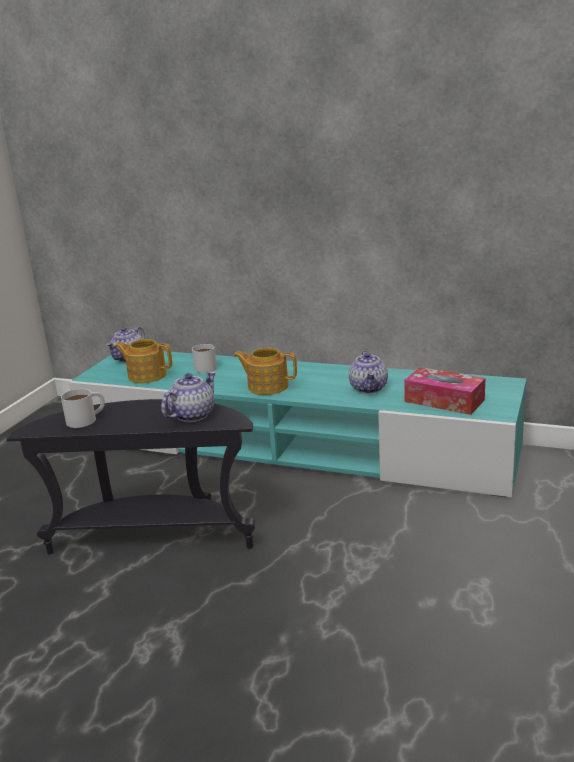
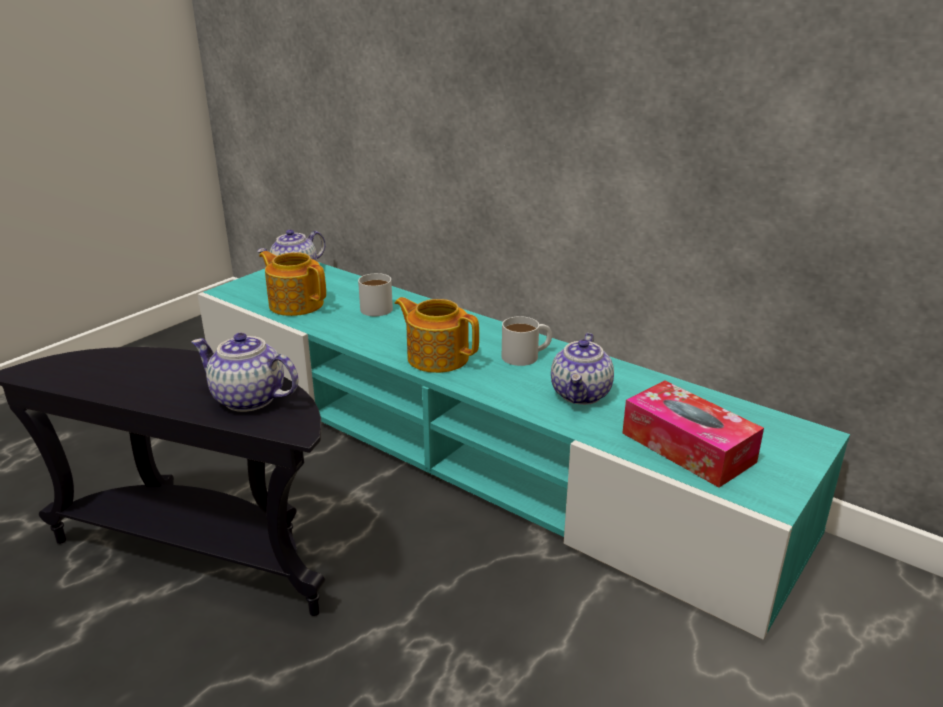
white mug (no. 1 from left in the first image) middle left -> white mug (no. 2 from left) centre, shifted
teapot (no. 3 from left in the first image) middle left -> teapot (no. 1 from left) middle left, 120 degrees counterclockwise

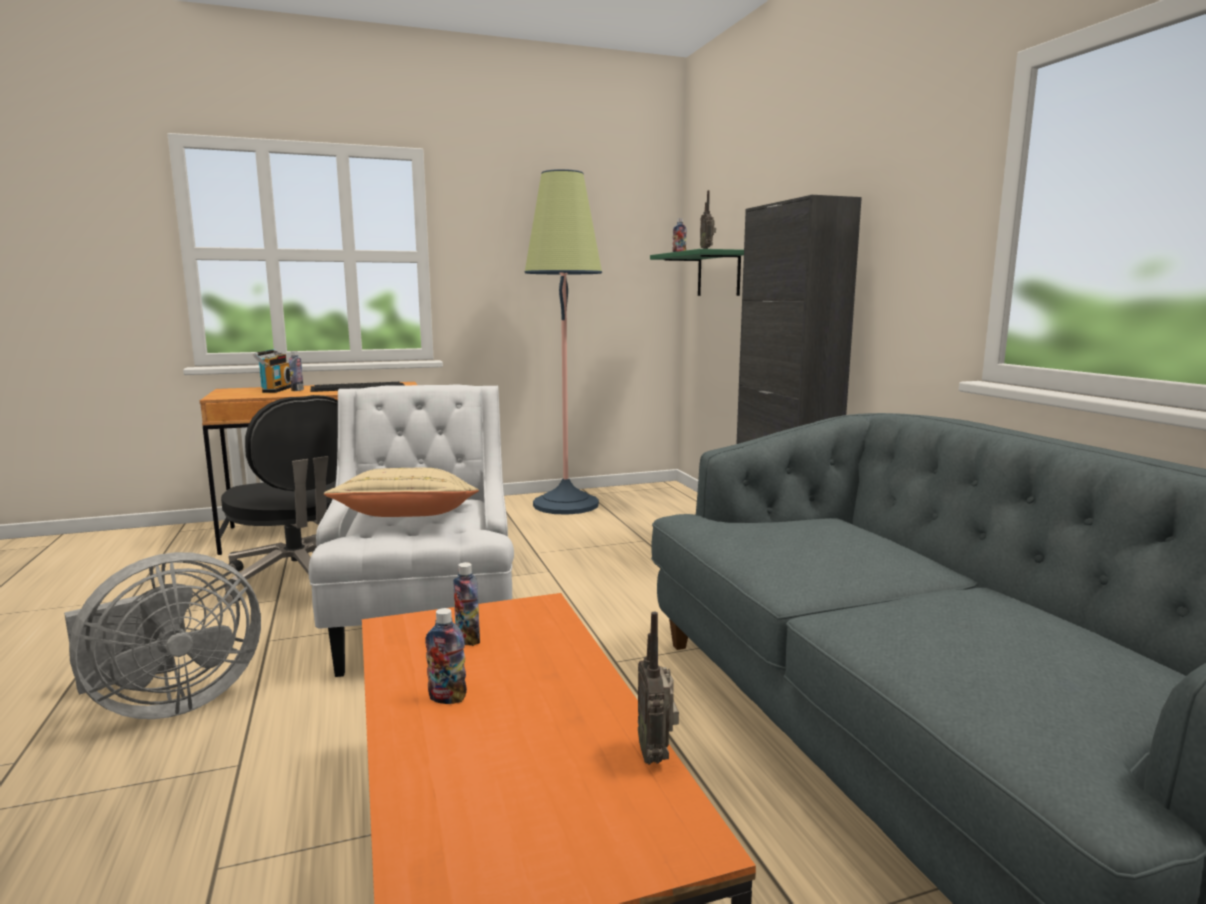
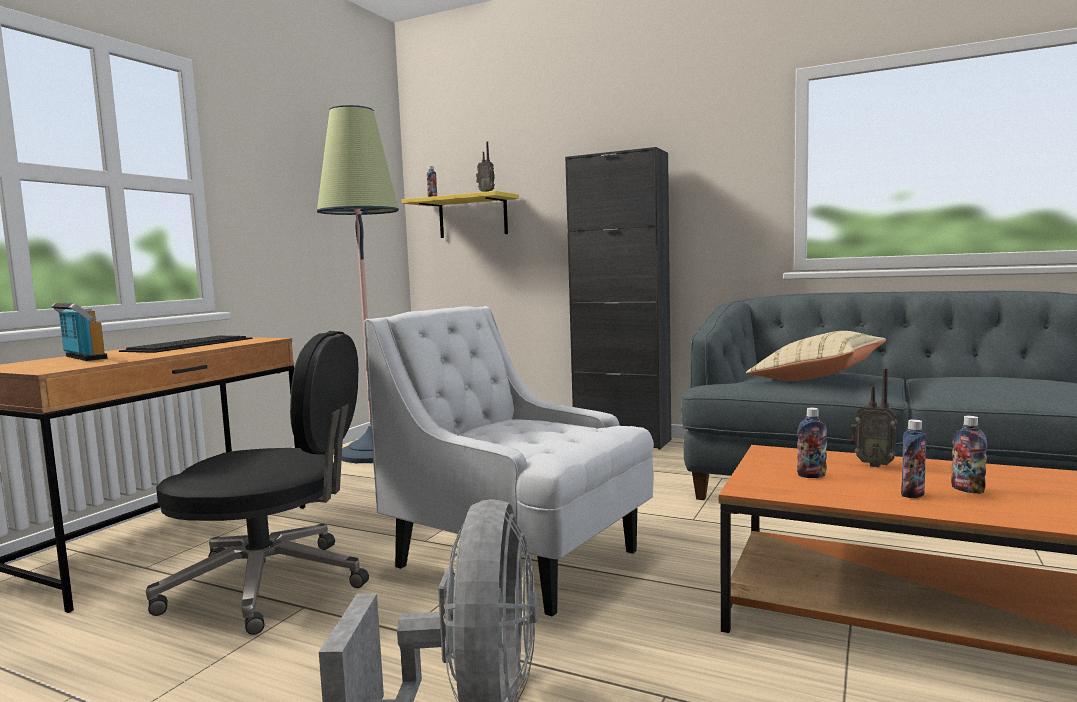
bottle (no. 1 from left in the first image) middle left -> bottle (no. 4 from left) middle right, shifted
beige pillow middle left -> beige pillow middle right, shifted
radio (no. 2 from left in the first image) bottom centre -> radio (no. 3 from left) middle right, shifted
green shelf top centre -> yellow shelf top centre

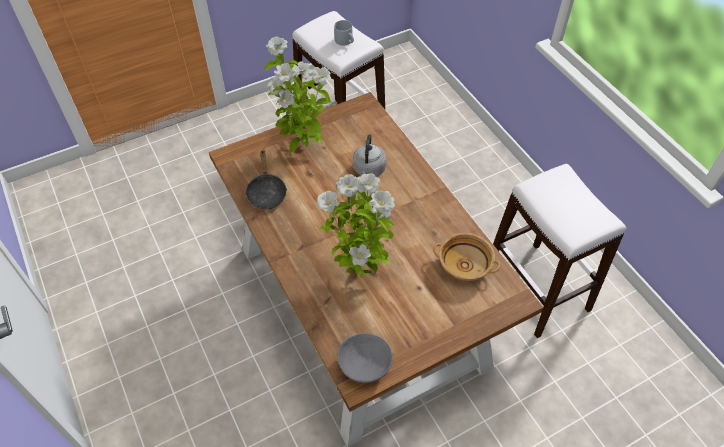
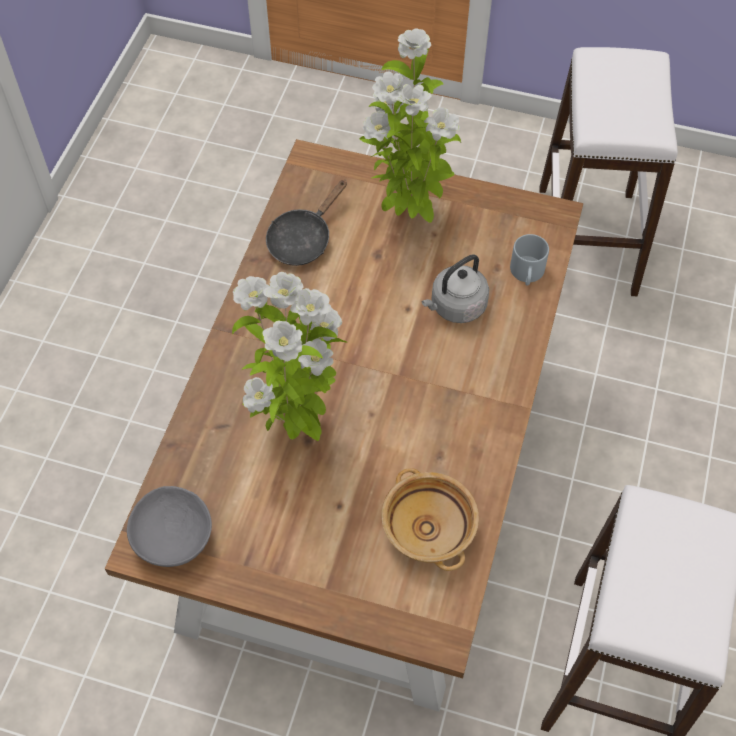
grey mug top centre -> grey mug middle right, shifted

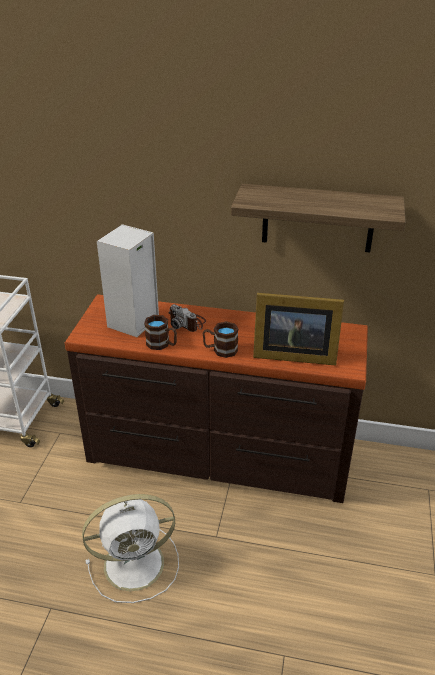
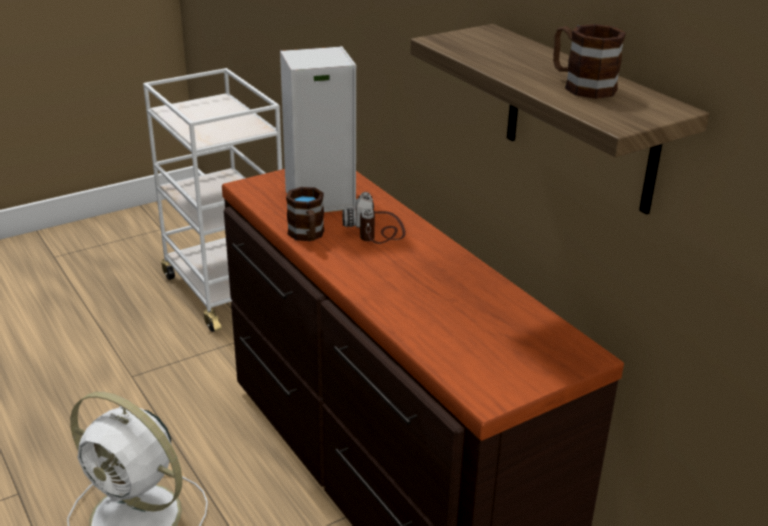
picture frame middle right -> none
brown mug (no. 2 from left) centre -> brown mug (no. 2 from left) top right, shifted

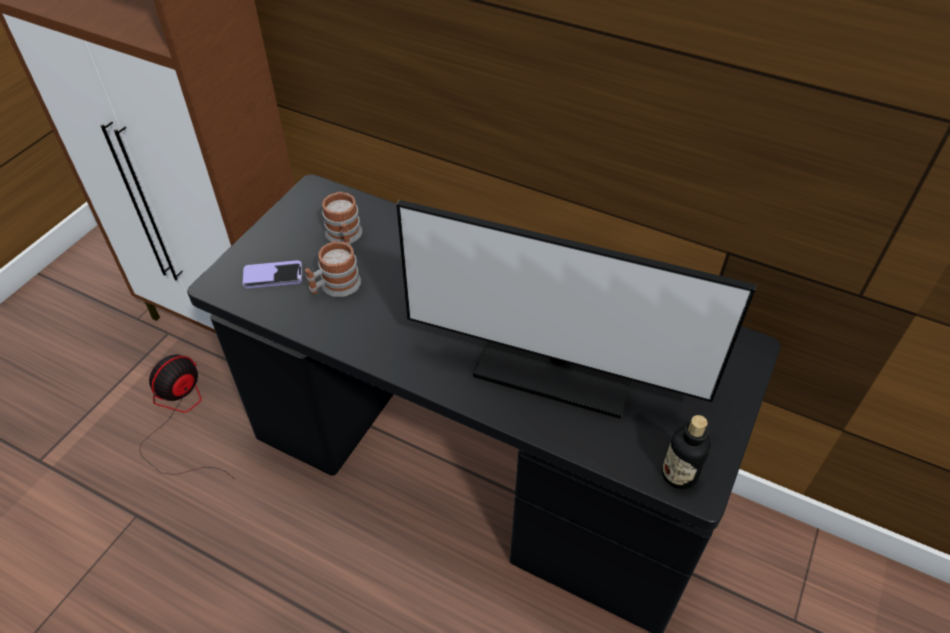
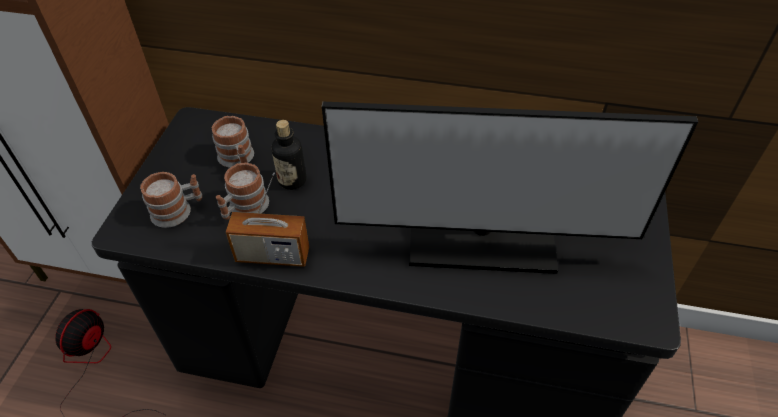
none -> radio centre
bottle bottom right -> bottle centre, shifted
phone middle left -> mug (no. 1 from left) middle left

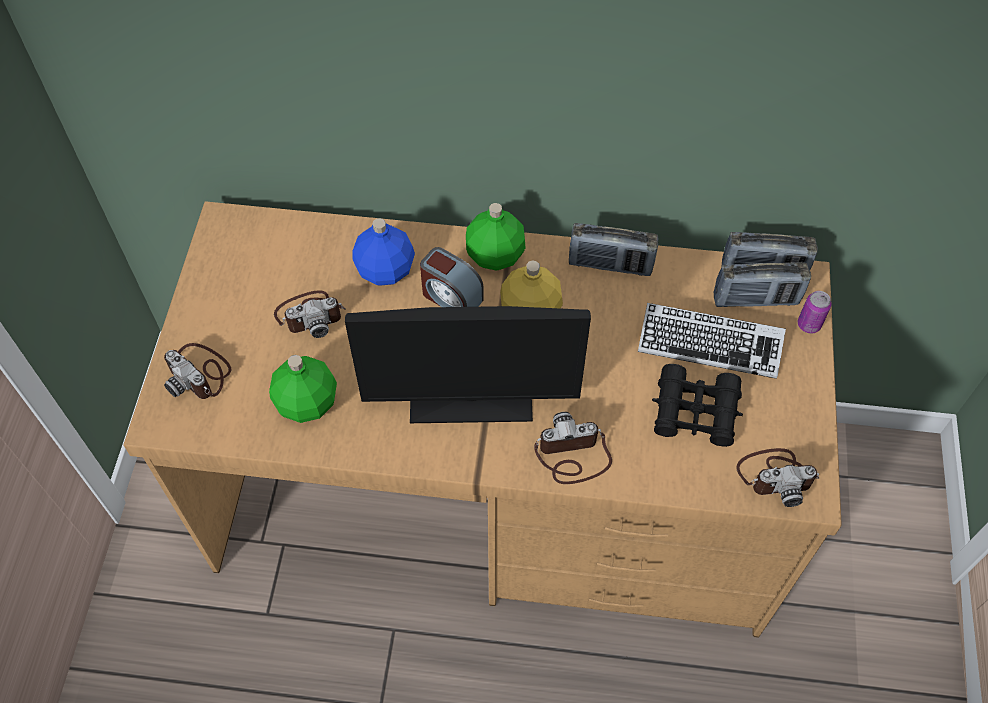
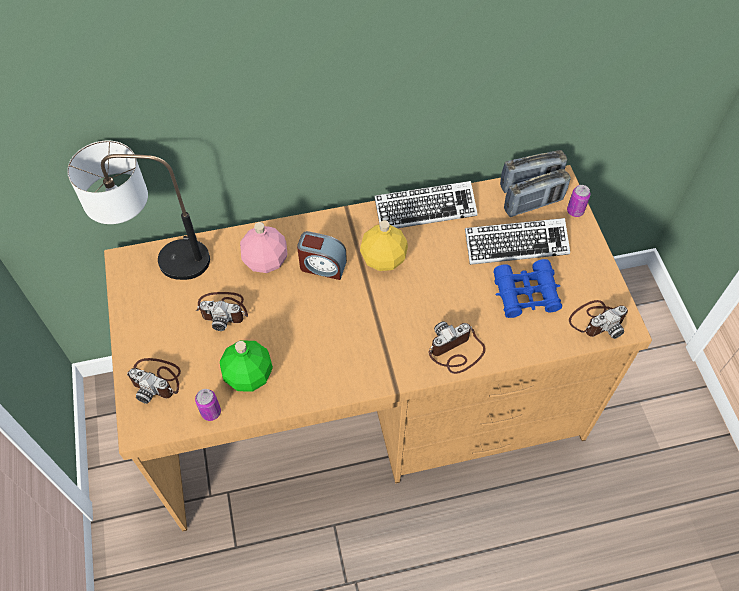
monitor centre -> none
green bottle (no. 2 from left) centre -> none
none -> table lamp middle left
none -> can (no. 1 from left) bottom left
radio (no. 1 from left) centre -> keyboard (no. 1 from left) centre
blue bottle centre -> pink bottle centre
black binoculars middle right -> blue binoculars middle right
photo camera (no. 2 from left) middle left, 45 degrees clockwise

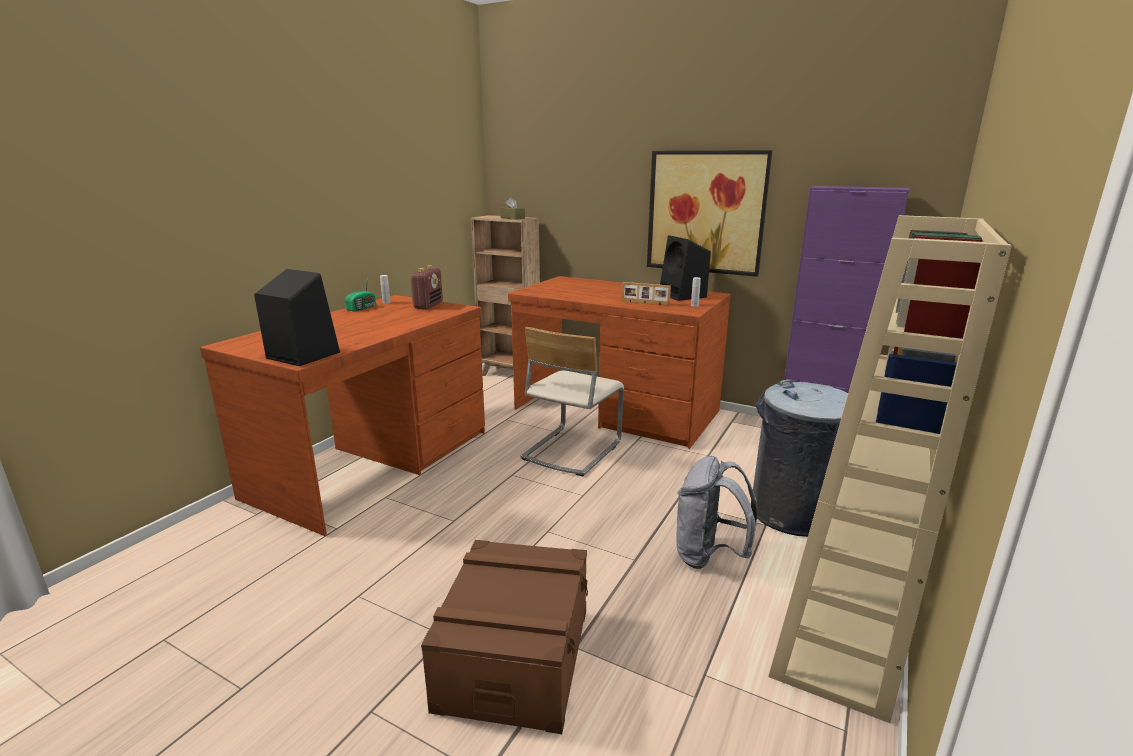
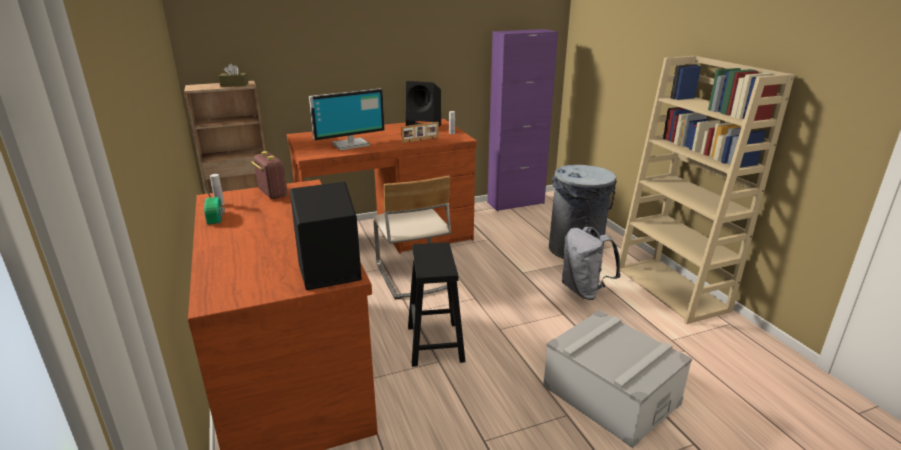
picture top centre -> none
none -> monitor top centre
none -> black stool bottom centre
brown storage box bottom centre -> grey storage box bottom right

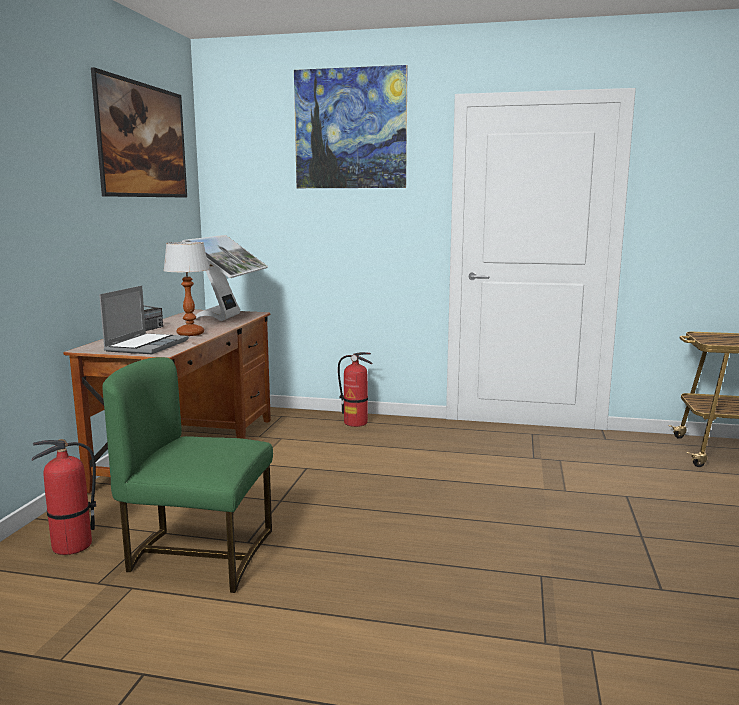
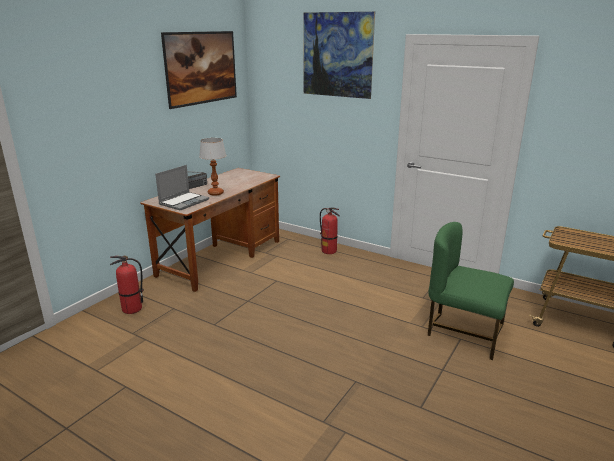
monitor middle left -> none
green chair bottom left -> green chair middle right, shifted

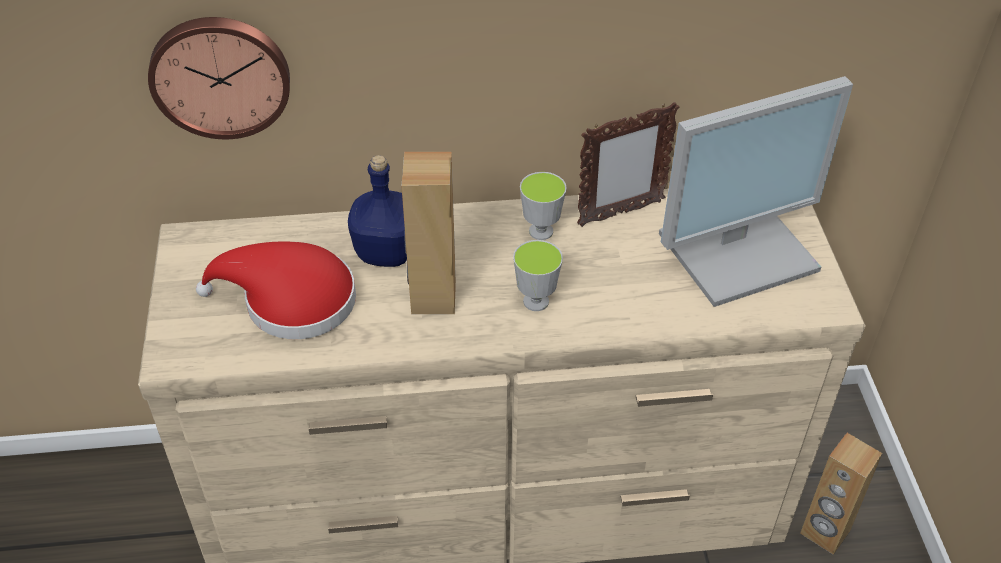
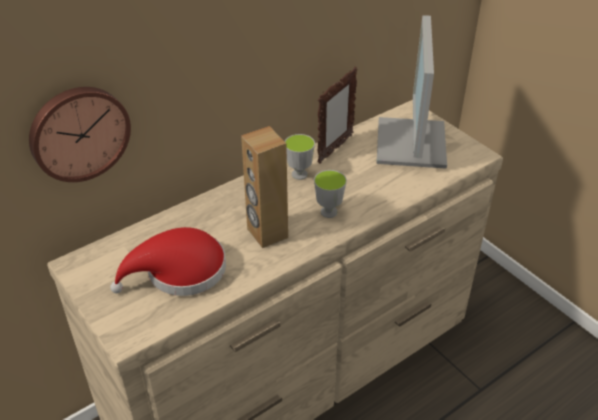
blue bottle centre -> none
brown speaker (no. 2 from left) bottom right -> none
monitor middle right -> monitor top right, 150 degrees clockwise

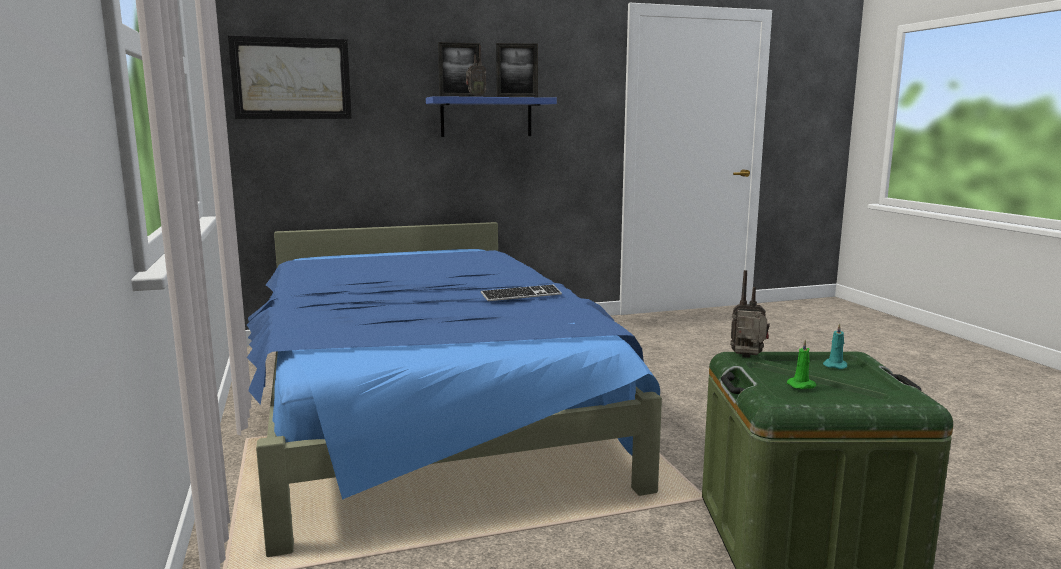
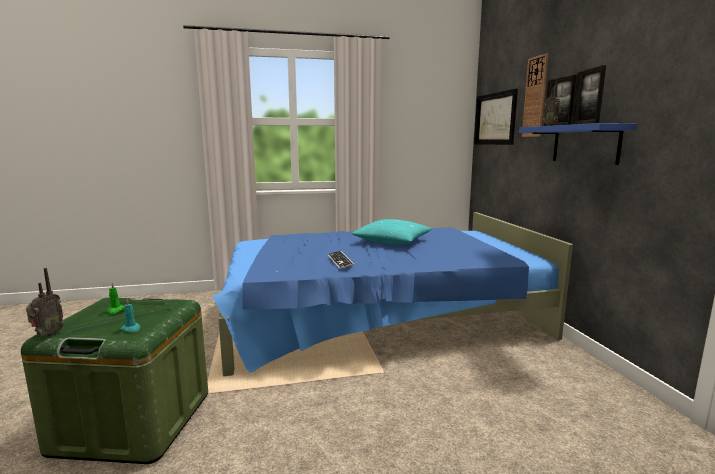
none -> turquoise pillow centre
none -> wall clock top right
radio (no. 2 from left in the first image) middle right -> radio (no. 1 from left) middle left, shifted

